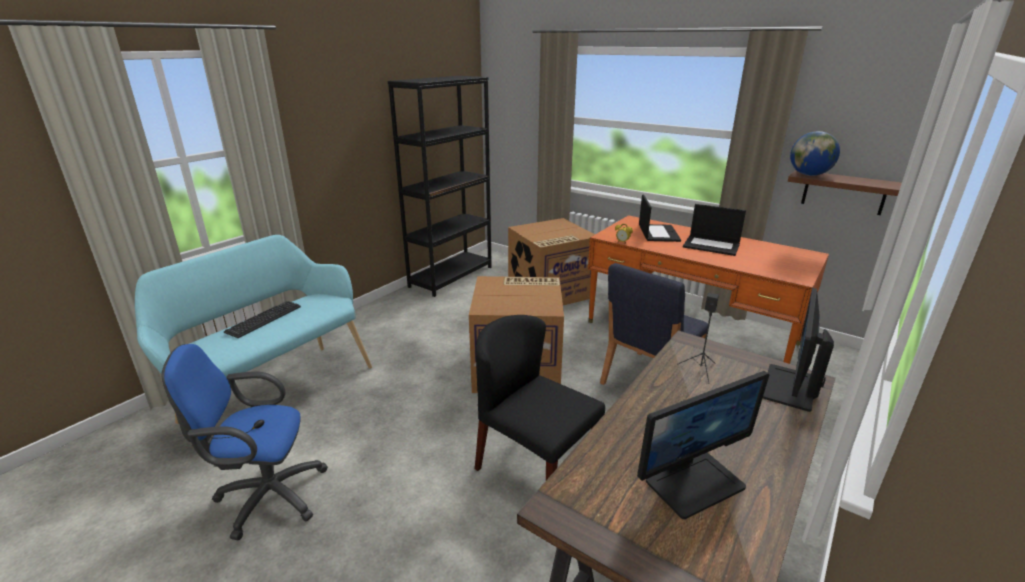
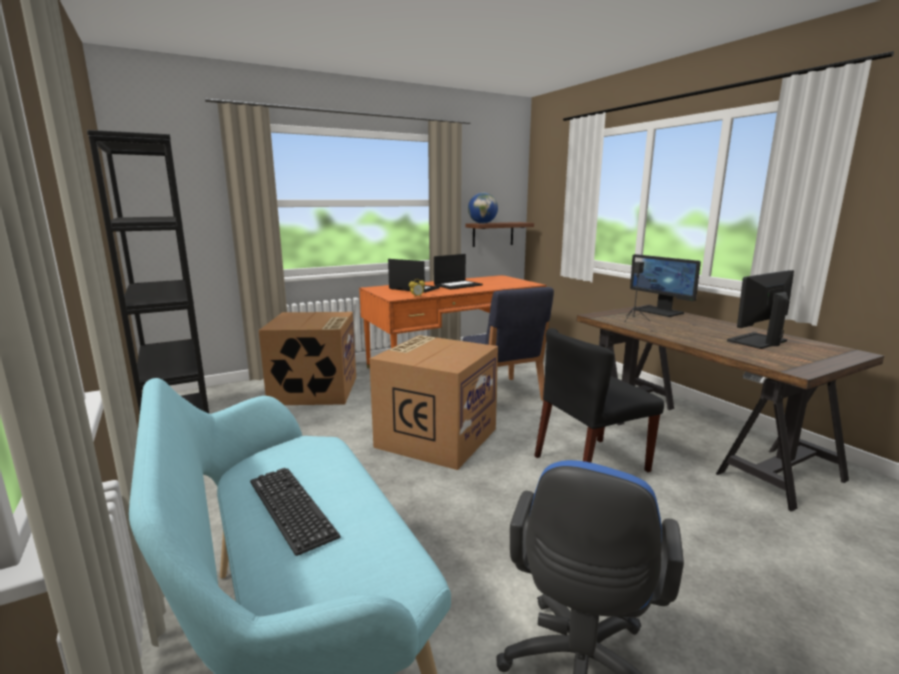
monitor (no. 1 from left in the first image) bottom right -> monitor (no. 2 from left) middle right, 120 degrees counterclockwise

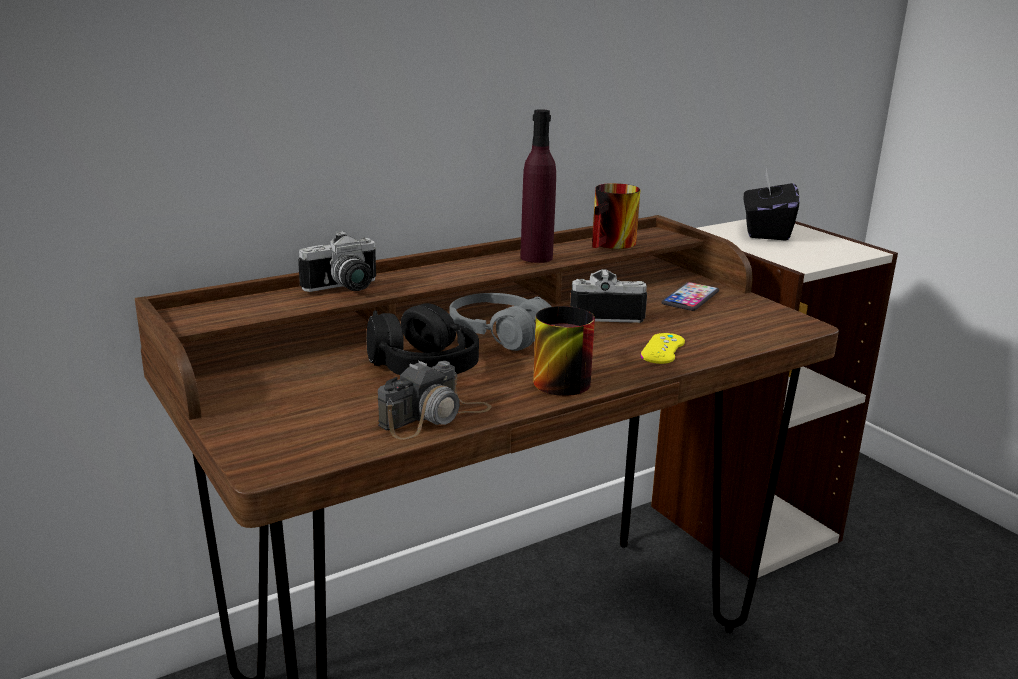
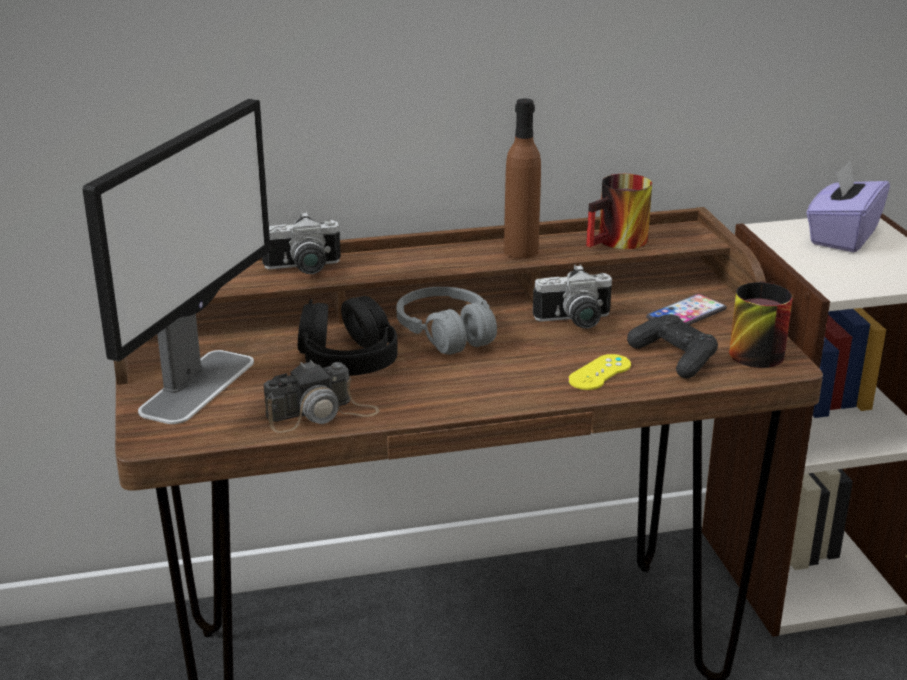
none -> monitor middle left
none -> black game controller middle right
mug (no. 1 from left in the first image) centre -> mug (no. 2 from left) middle right, shifted
purple bottle top centre -> brown bottle top centre
black tissue box top right -> purple tissue box top right
photo camera (no. 3 from left) centre, 150 degrees clockwise

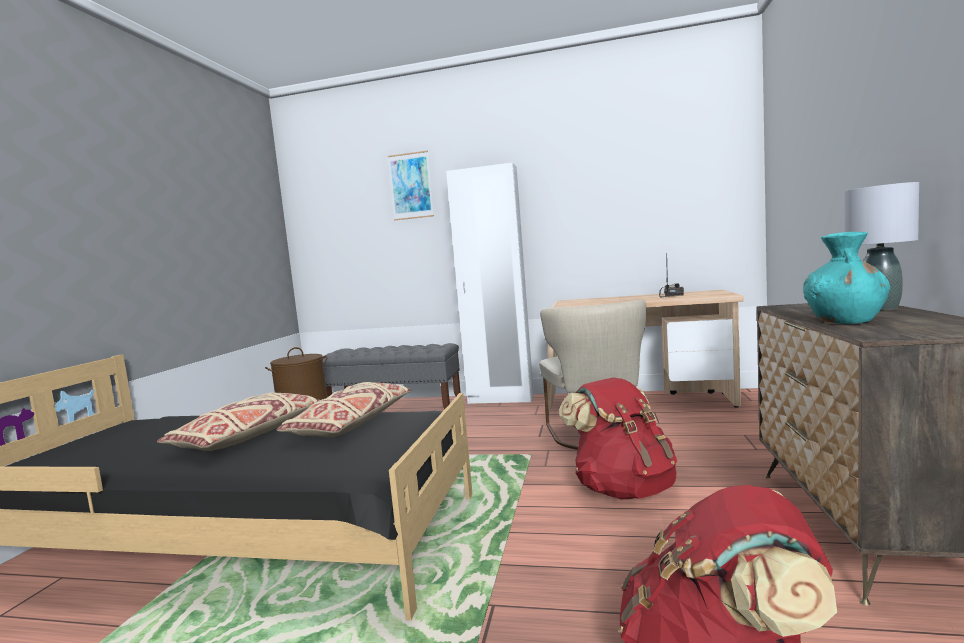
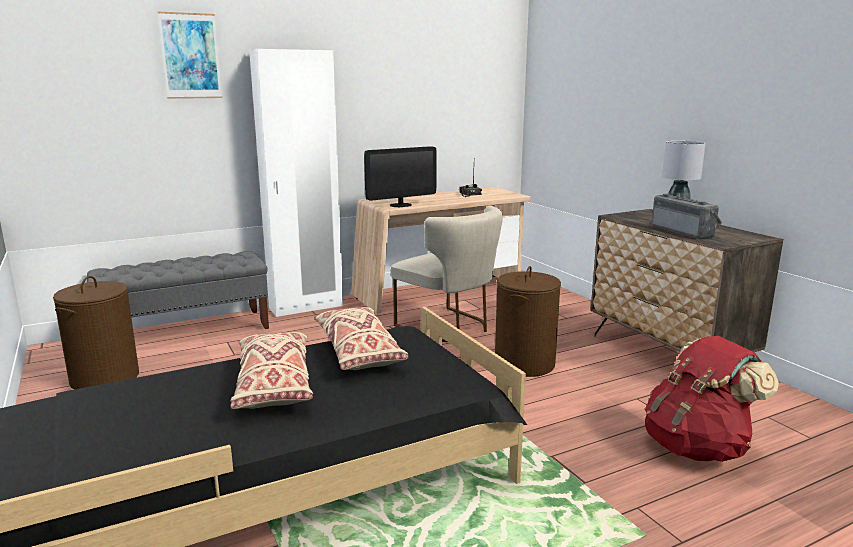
none -> monitor top centre
red backpack (no. 1 from left) bottom centre -> brown laundry basket (no. 2 from left) centre
turquoise vase middle right -> radio (no. 2 from left) middle right

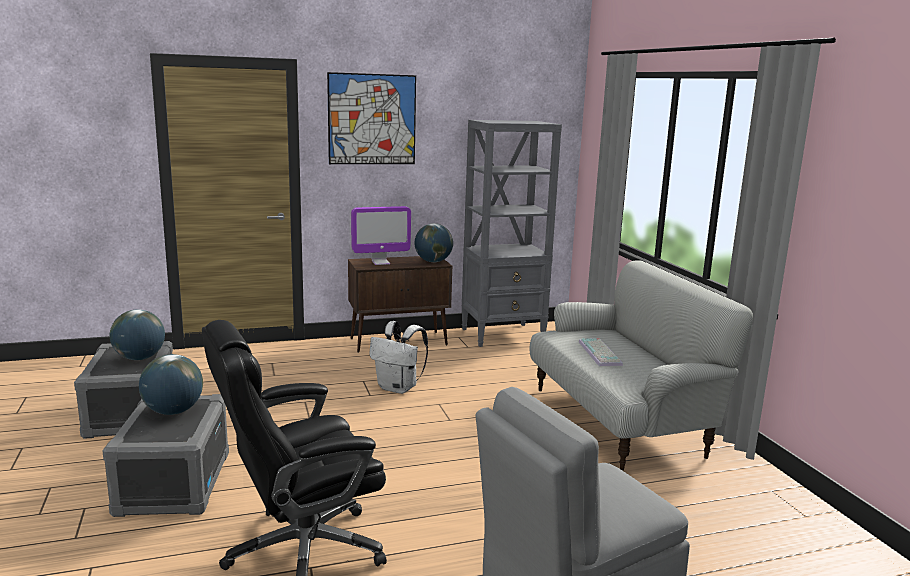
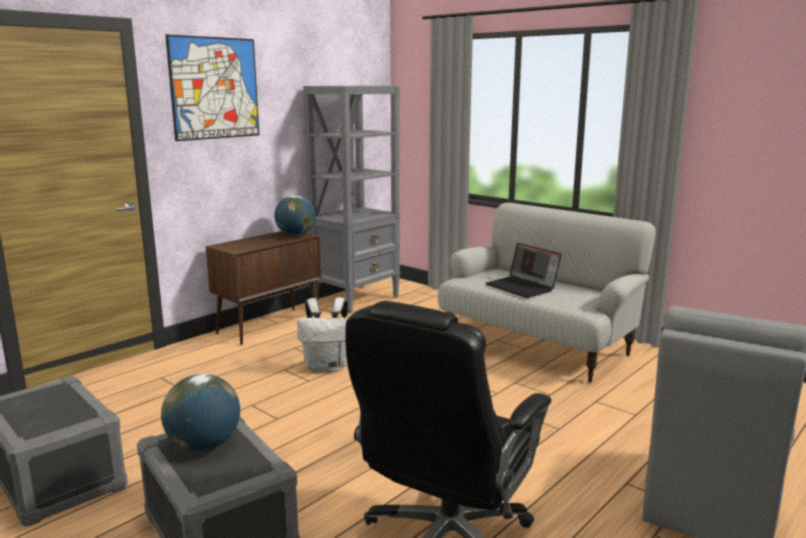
globe (no. 1 from left) middle left -> none
monitor centre -> none
keyboard centre -> laptop centre

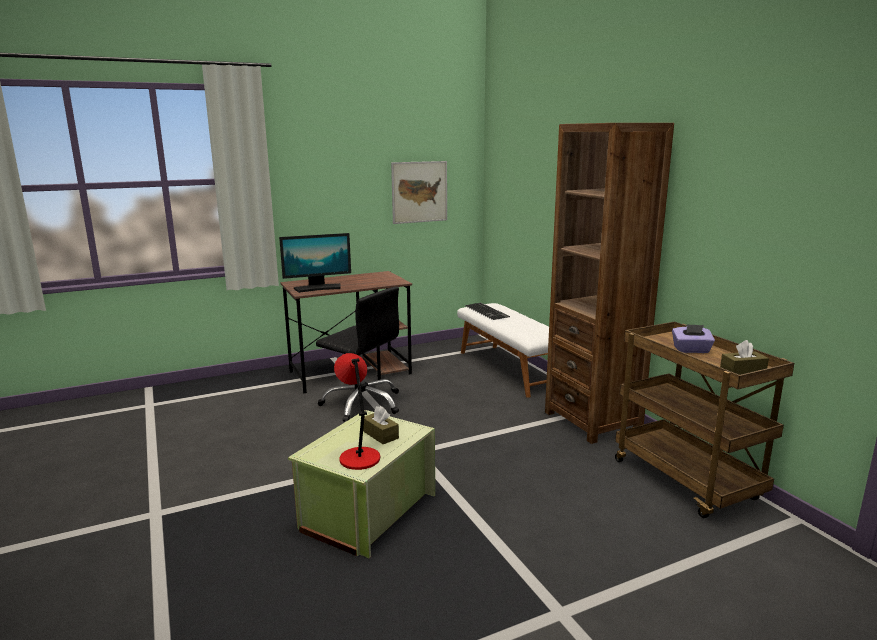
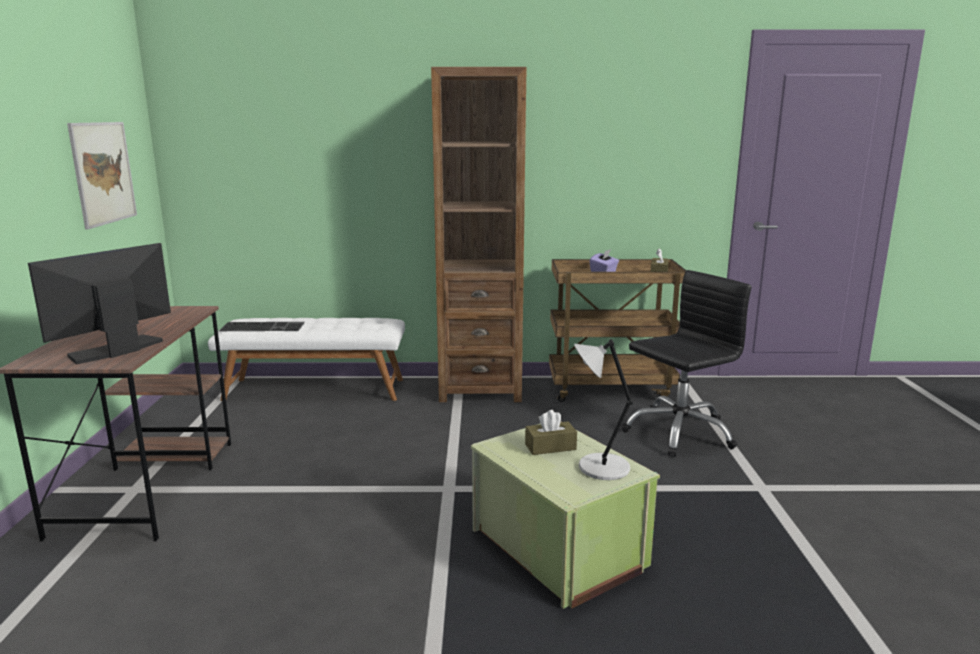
black office chair centre -> black office chair middle right, shifted
red table lamp centre -> grey table lamp centre
monitor centre -> monitor middle left, 150 degrees counterclockwise

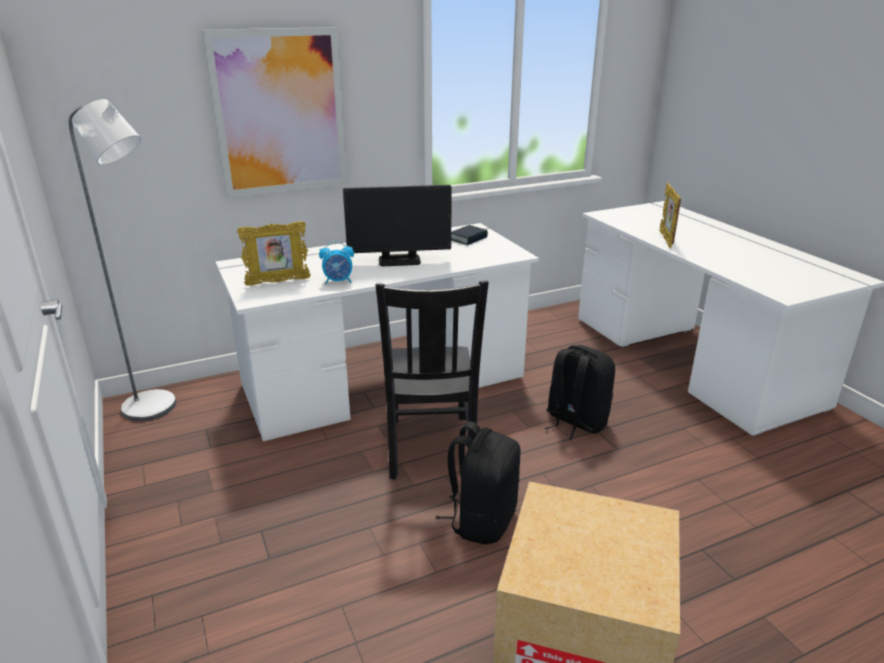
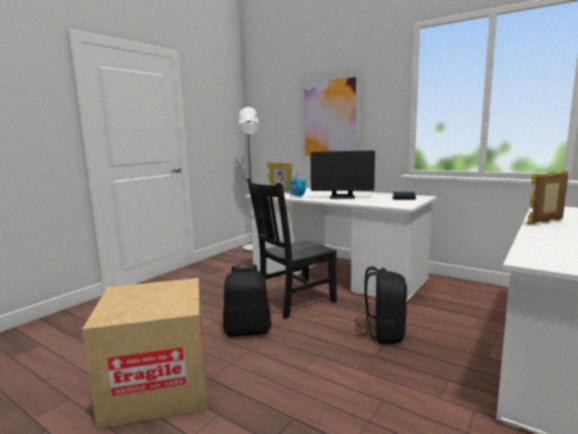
monitor centre, 45 degrees counterclockwise

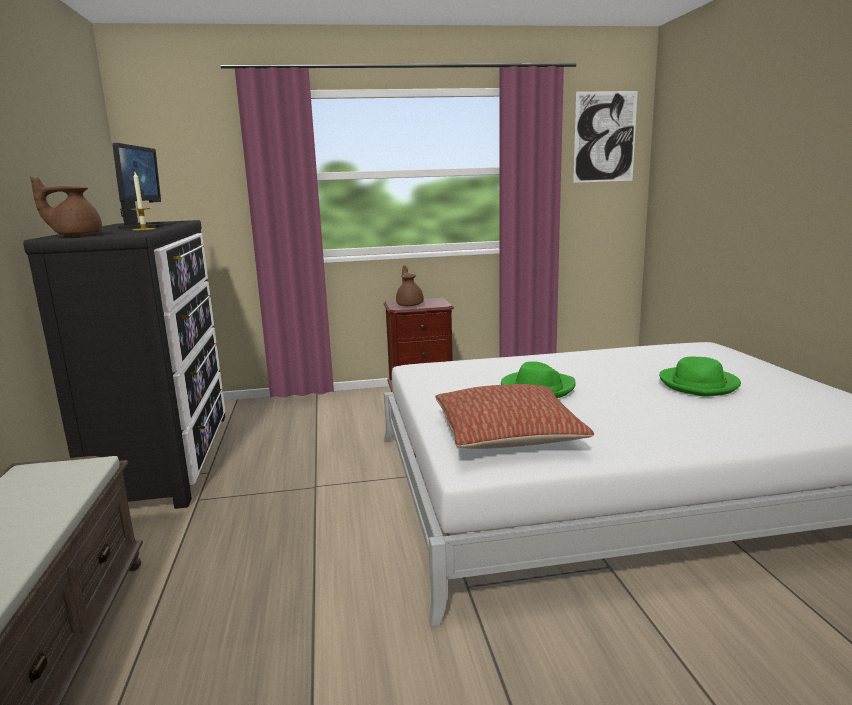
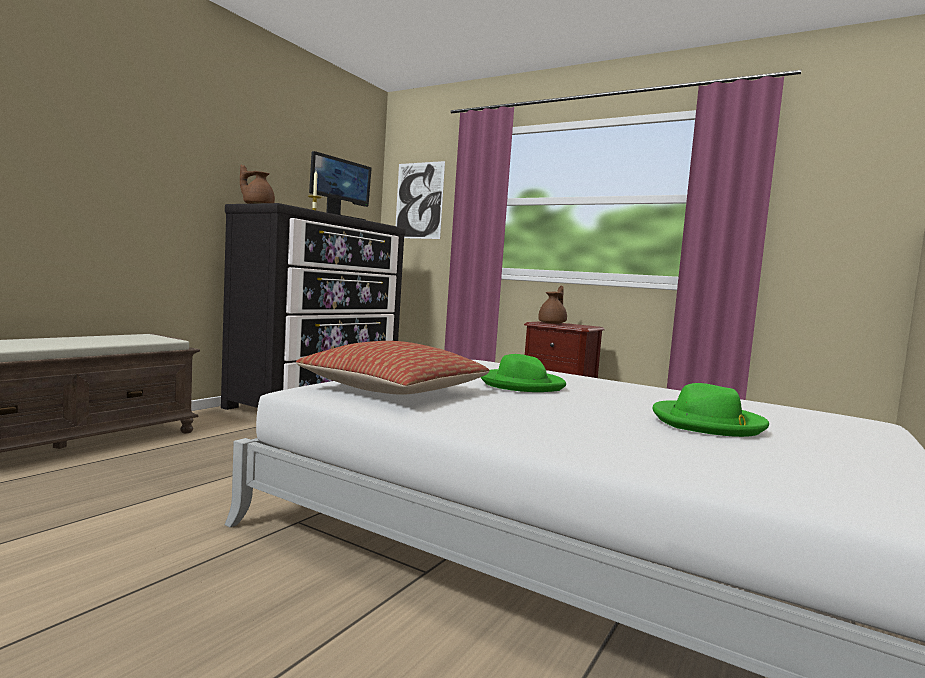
picture top right -> picture top centre, shifted

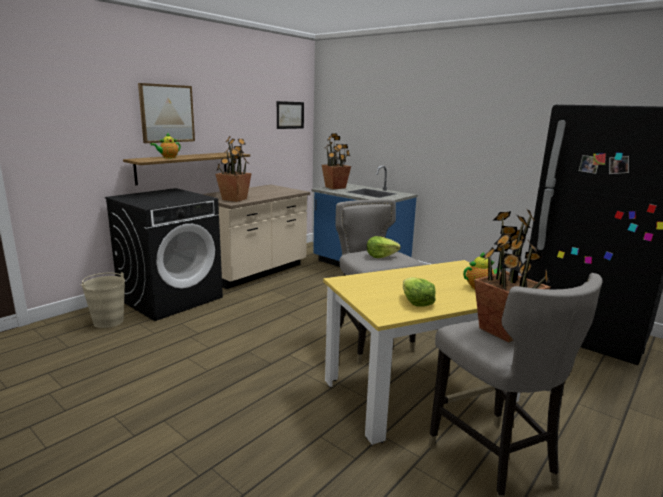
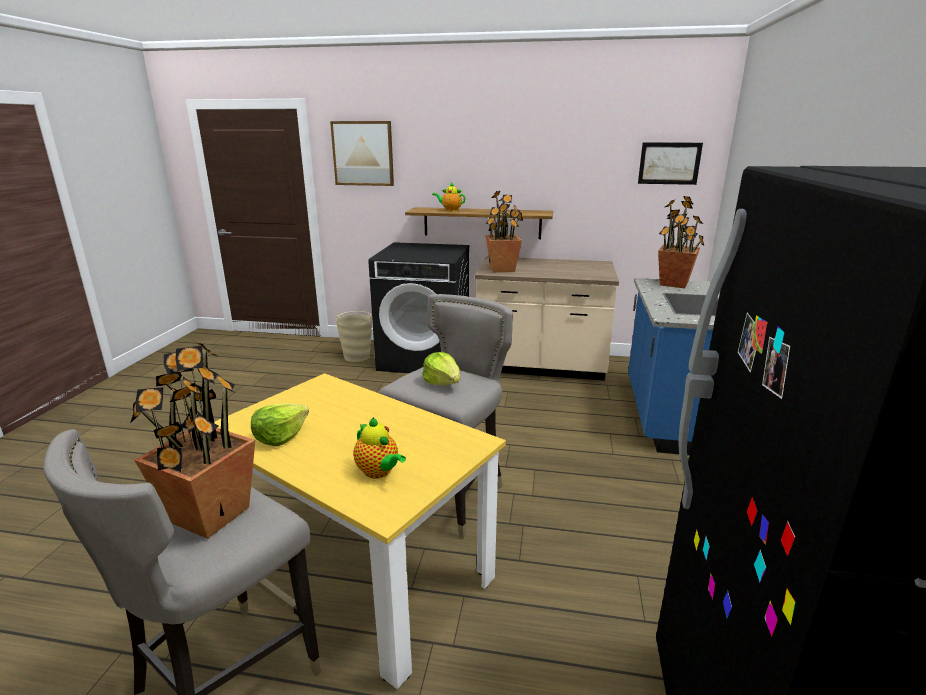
picture (no. 1 from left) top left -> picture (no. 1 from left) top centre, shifted

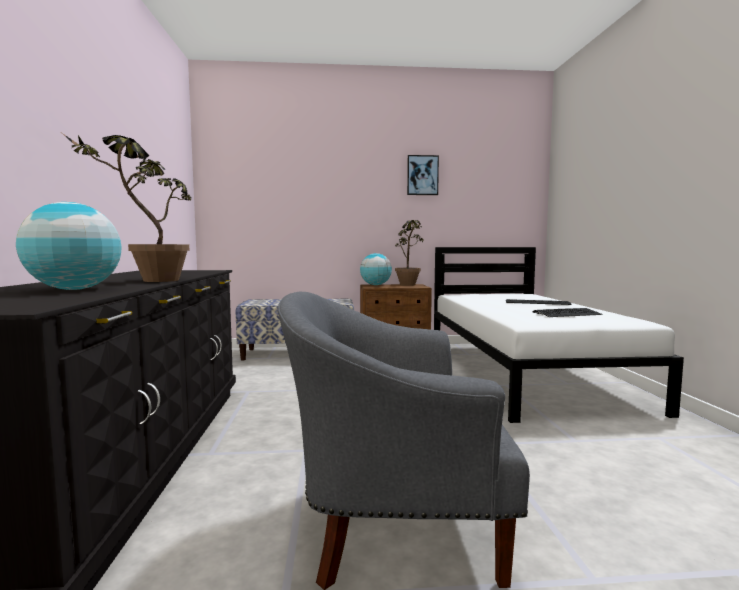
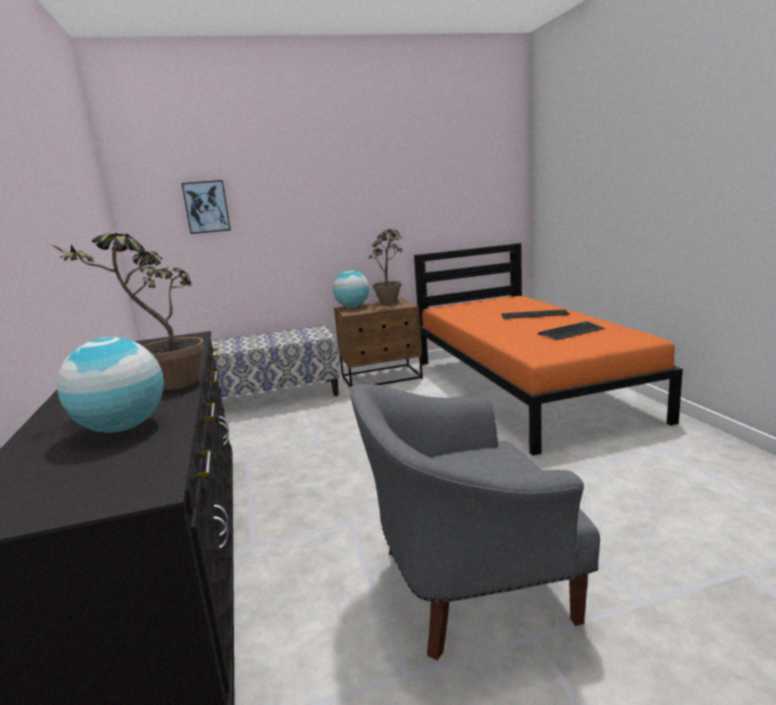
picture top centre -> picture top left, shifted
white bed middle right -> orange bed middle right

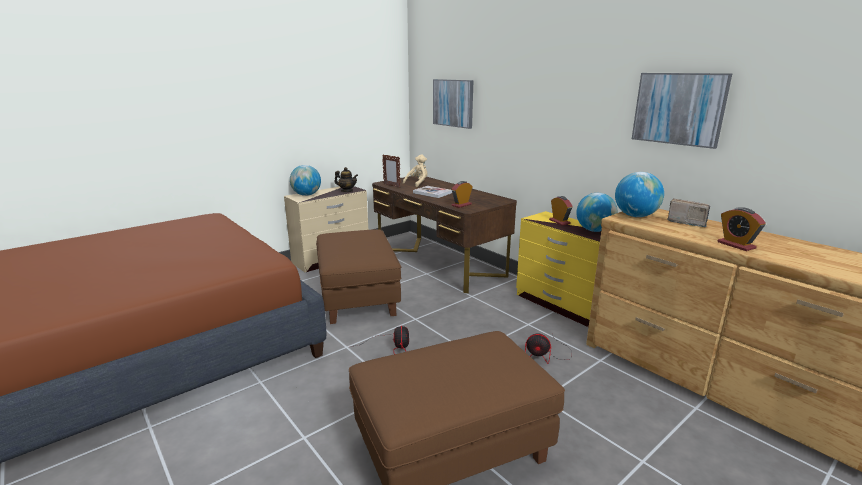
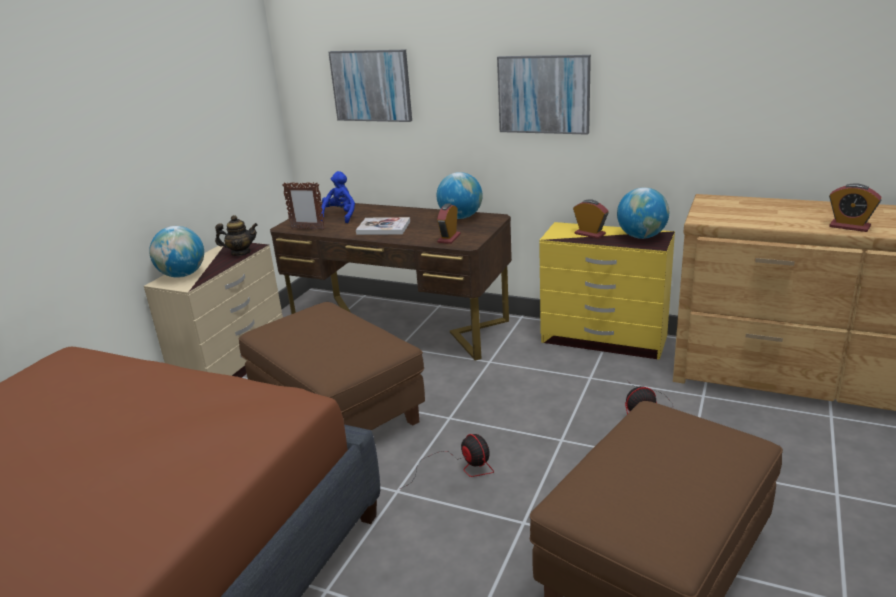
radio middle right -> none
globe (no. 3 from left in the first image) middle right -> globe (no. 2 from left) top centre, shifted
picture (no. 2 from left) top right -> picture (no. 2 from left) top centre, shifted
beige plush toy centre -> blue plush toy top centre

